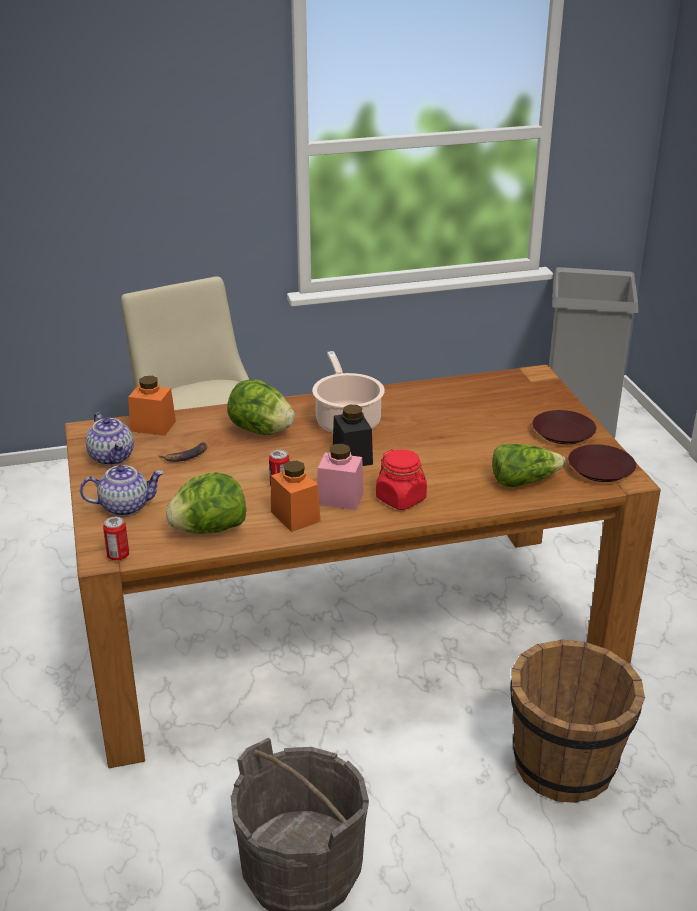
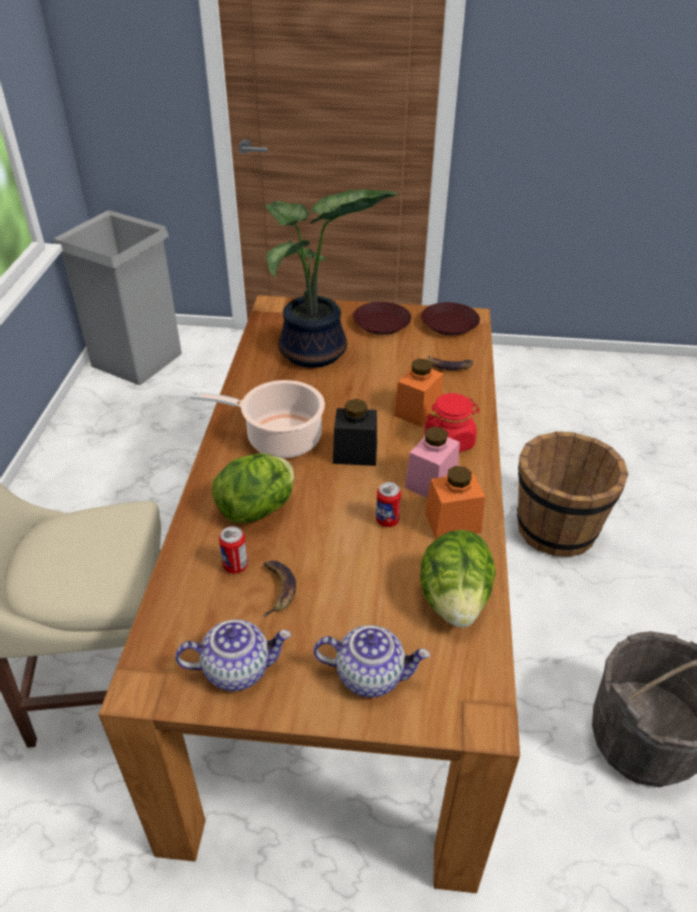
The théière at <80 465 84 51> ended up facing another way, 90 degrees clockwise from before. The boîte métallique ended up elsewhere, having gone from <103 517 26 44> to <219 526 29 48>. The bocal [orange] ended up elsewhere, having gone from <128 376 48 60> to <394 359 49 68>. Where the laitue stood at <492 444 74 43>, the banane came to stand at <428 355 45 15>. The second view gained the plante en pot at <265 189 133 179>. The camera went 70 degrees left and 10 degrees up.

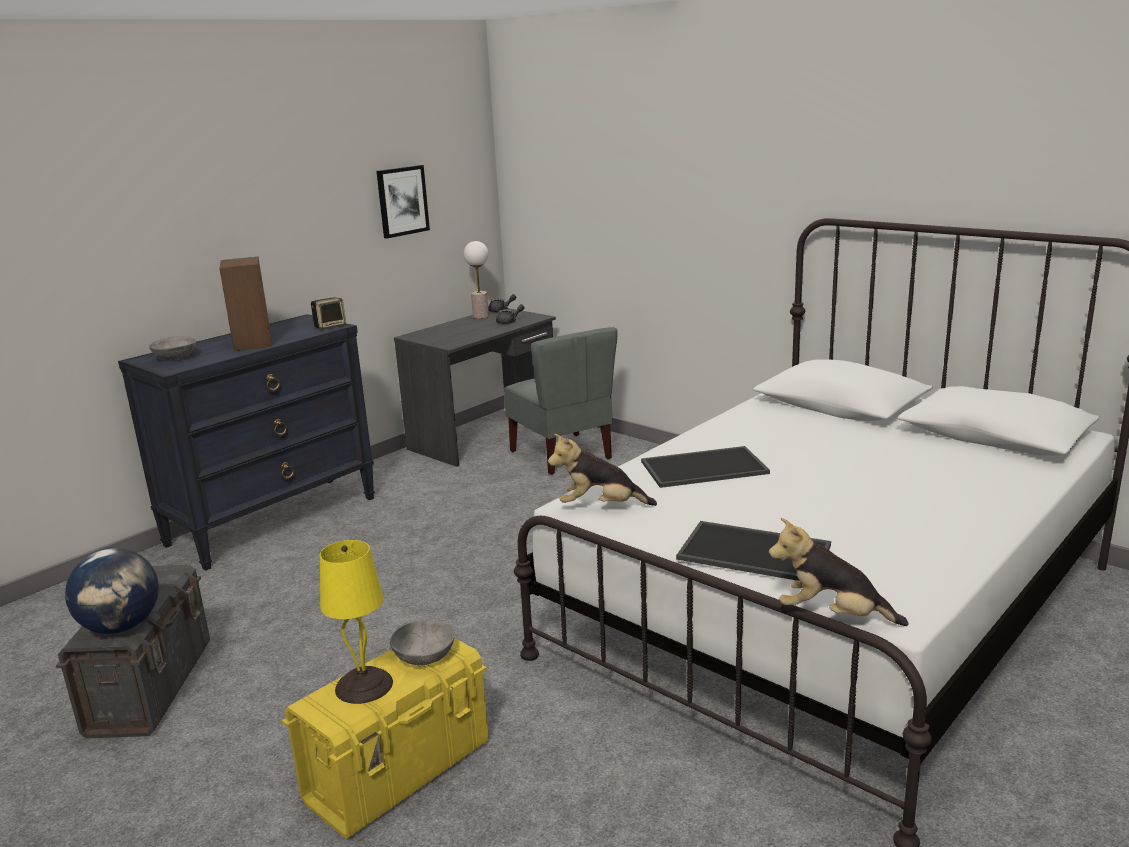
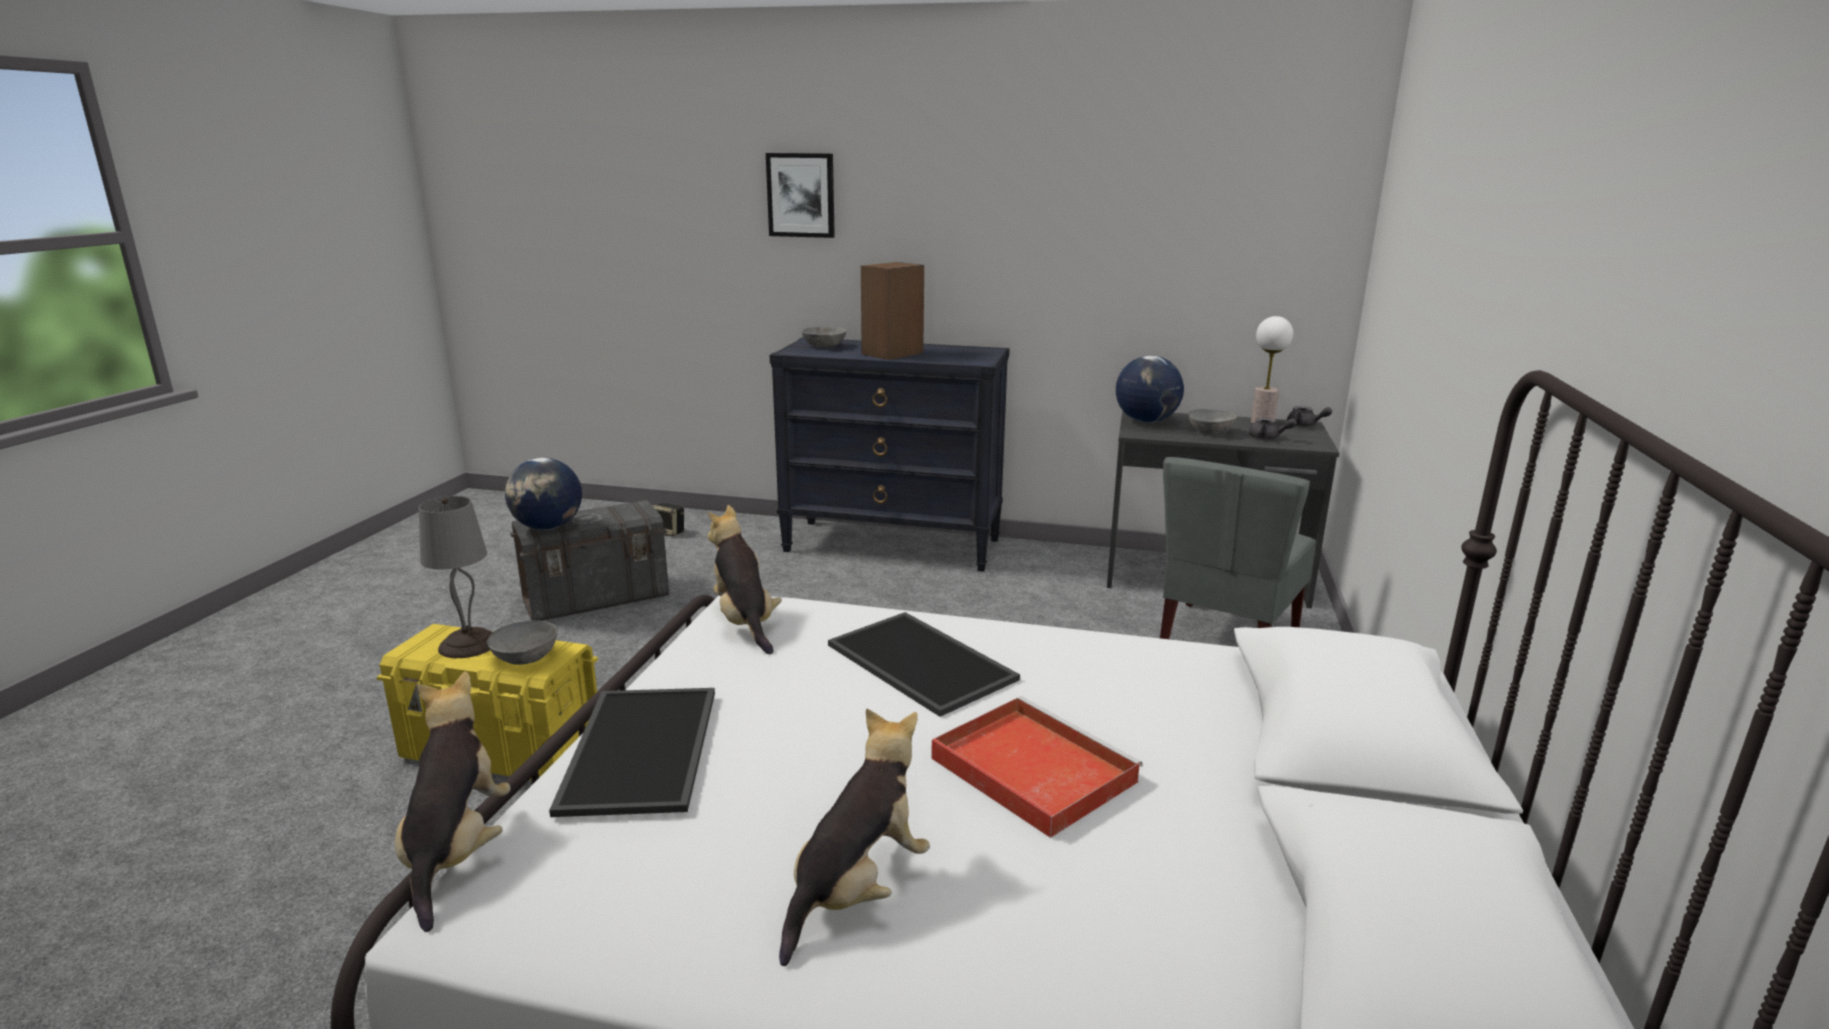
The enceinte ended up elsewhere, having gone from <311 297 35 32> to <653 503 31 33>. What was the lampe de table [jaune] at <320 540 73 164> turned into the lampe de table [gris] at <419 496 74 162>. The tableau ended up elsewhere, having gone from <376 165 54 74> to <766 153 69 85>. The second view gained the peluche at <779 708 151 258>. The second view gained the plateau [rouge] at <931 696 212 142>. The second view gained the globe at <1116 355 68 68>. The second view gained the bol [gris] at <1188 409 49 25>. The camera went 60 degrees right and 0 degrees up.

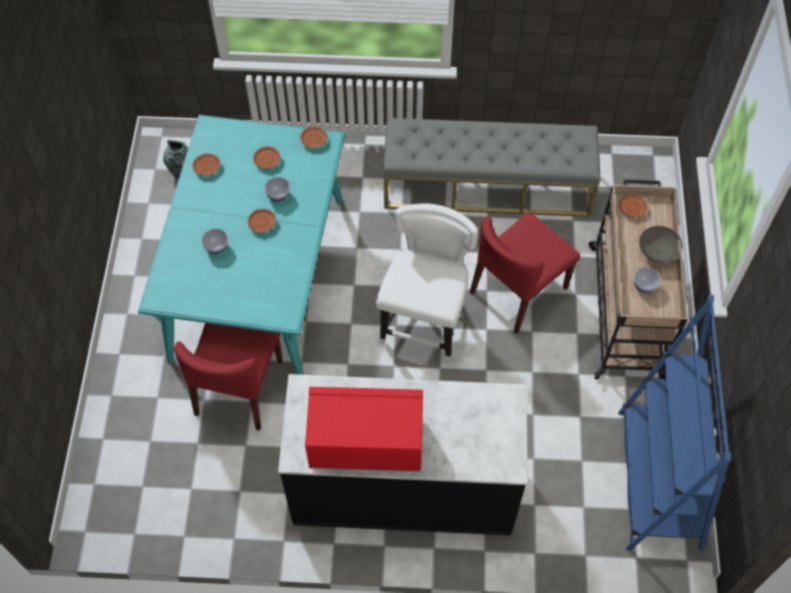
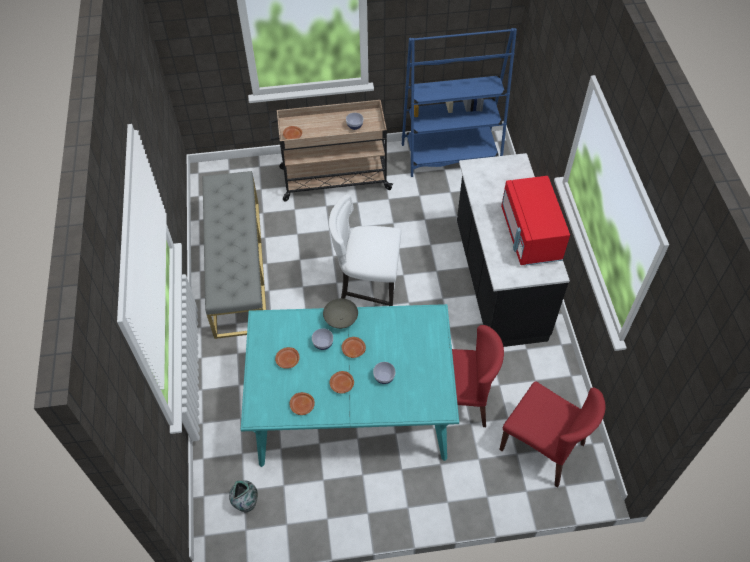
The assiette [marron] ended up elsewhere, having gone from <300 126 28 22> to <330 371 24 23>. The chaise [rouge] ended up elsewhere, having gone from <470 212 110 122> to <499 381 107 107>. The bol [gris] ended up elsewhere, having gone from <639 226 43 37> to <323 298 35 31>. The camera went 100 degrees left and 5 degrees down.

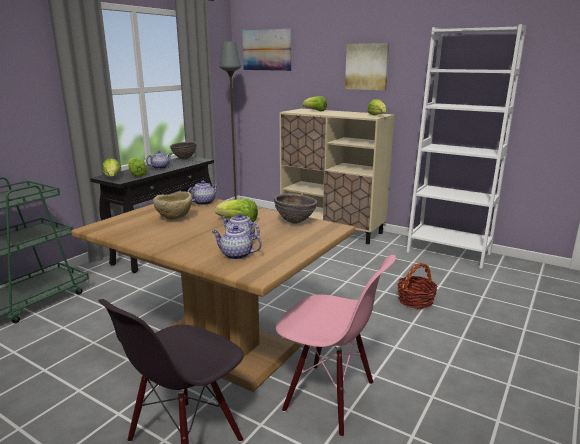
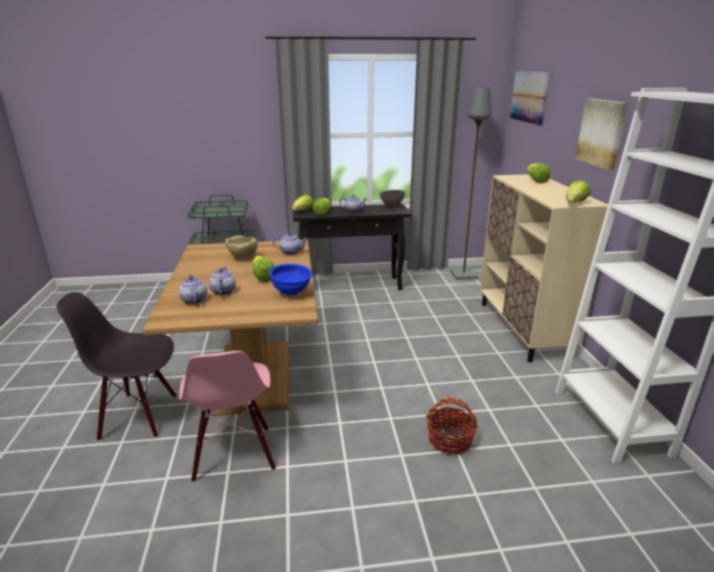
What was the bol [marron] at <274 193 43 31> turned into the bol [bleu] at <269 264 43 32>. The camera went 50 degrees right and 5 degrees up.

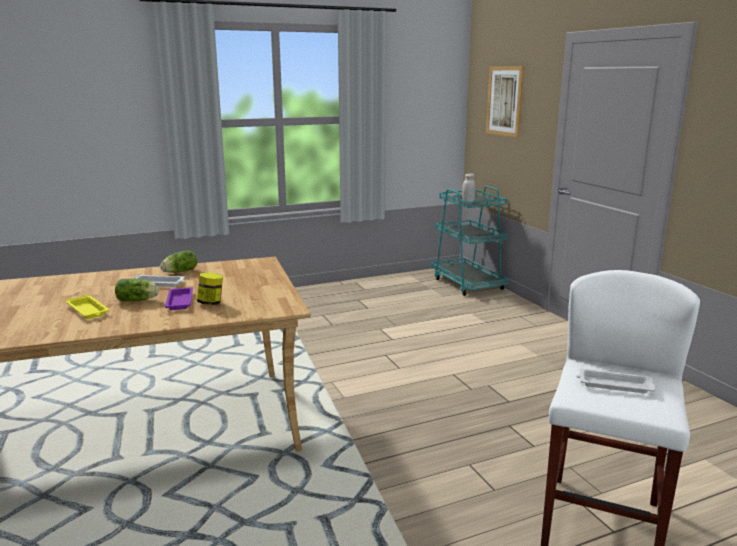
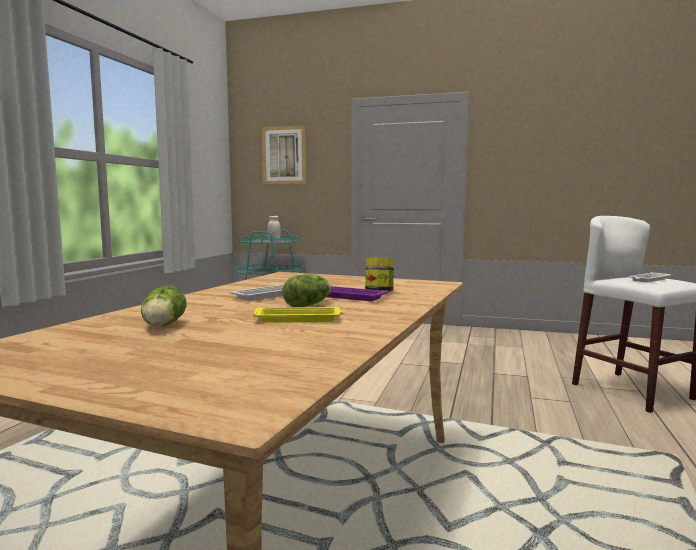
The laitue ended up elsewhere, having gone from <160 250 37 23> to <141 285 45 42>. The camera went 50 degrees left and 10 degrees down.

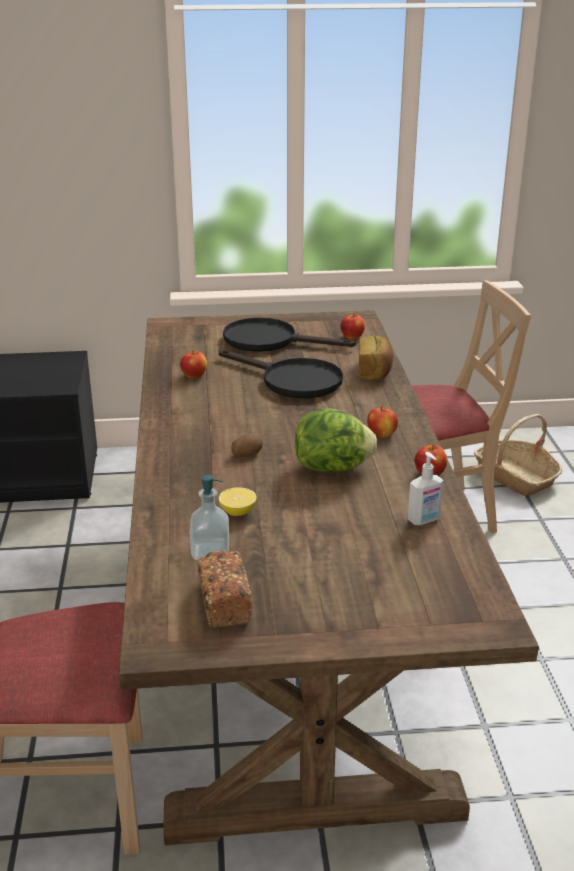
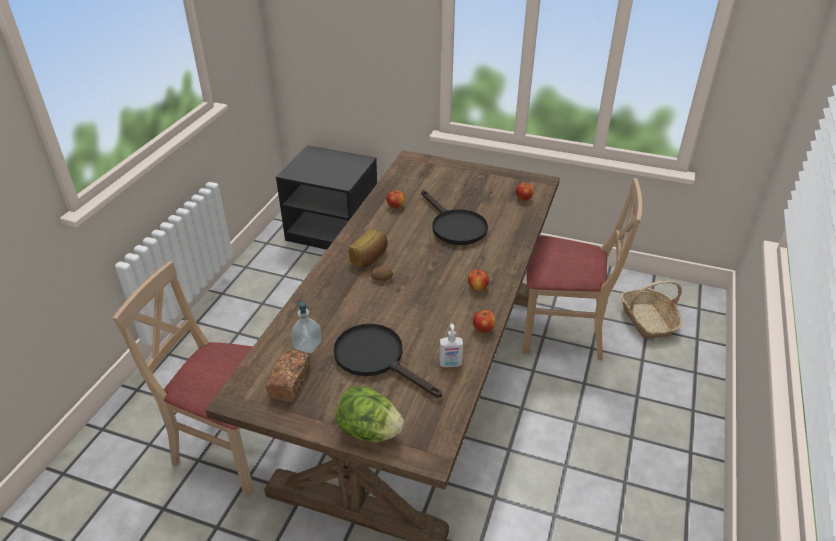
The second view lost the citron at <219 487 38 29>. The poêle [noir] ended up elsewhere, having gone from <223 318 133 34> to <334 324 108 74>. The laitue ended up elsewhere, having gone from <295 408 82 64> to <336 387 68 56>. The pain ended up elsewhere, having gone from <359 336 34 44> to <349 230 39 37>. The camera went 25 degrees right and 10 degrees up.

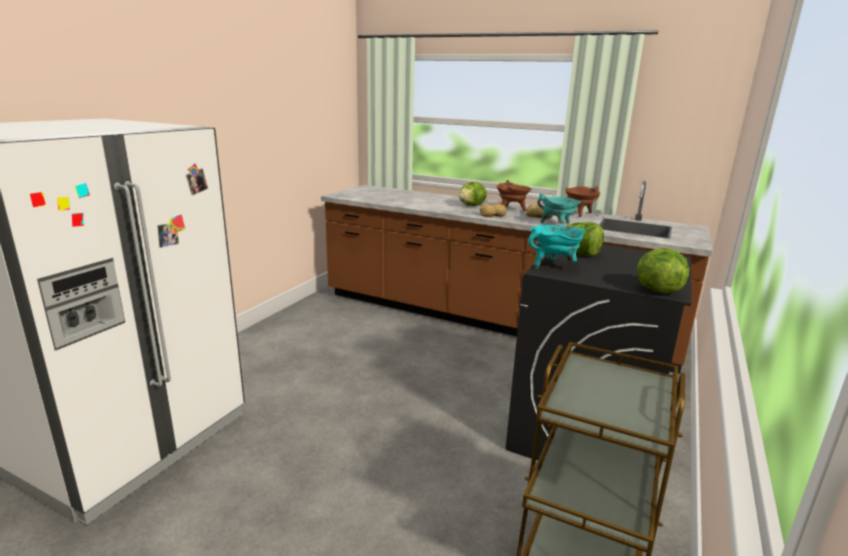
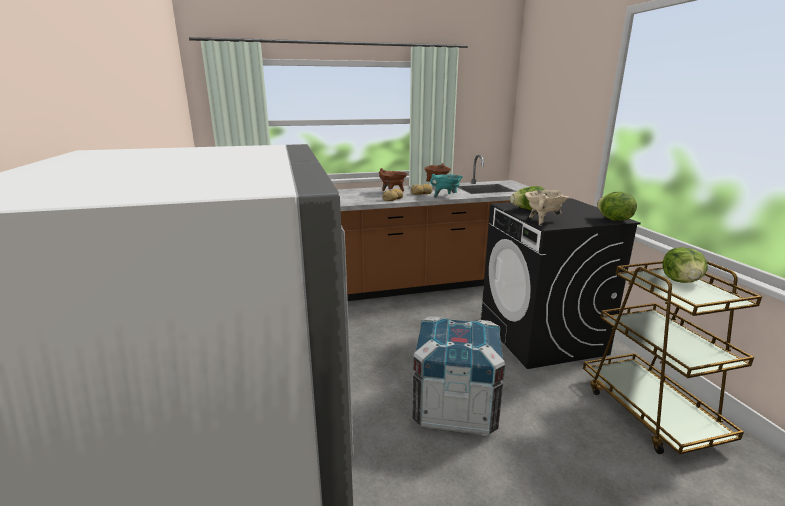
The laitue ended up elsewhere, having gone from <458 182 29 24> to <662 247 45 36>. What was the marmite [turquoise] at <528 225 57 44> turned into the marmite [beige] at <525 190 44 36>. The second view gained the caisse at <412 316 93 120>. The camera went 40 degrees left and 0 degrees up.

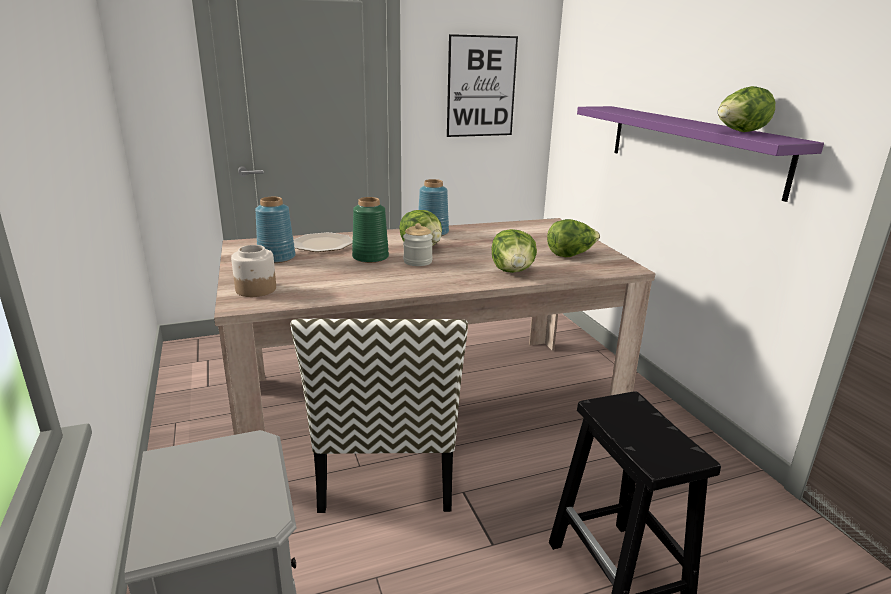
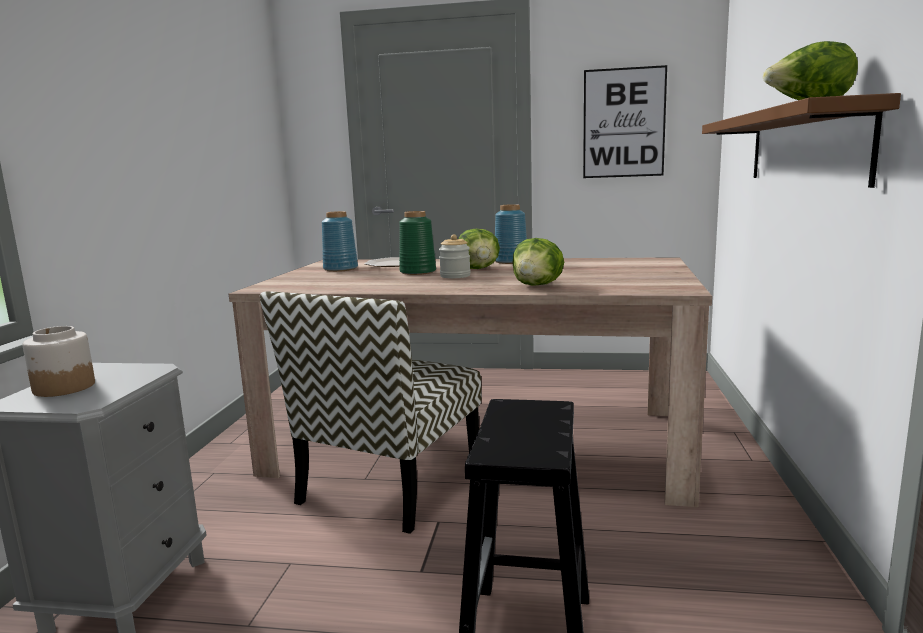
The bocal ended up elsewhere, having gone from <231 245 45 52> to <22 326 73 71>. The second view lost the laitue at <547 219 53 38>. What was the étagère [violet] at <577 106 247 96> turned into the étagère [marron] at <702 93 199 95>. The camera went 30 degrees right and 10 degrees down.

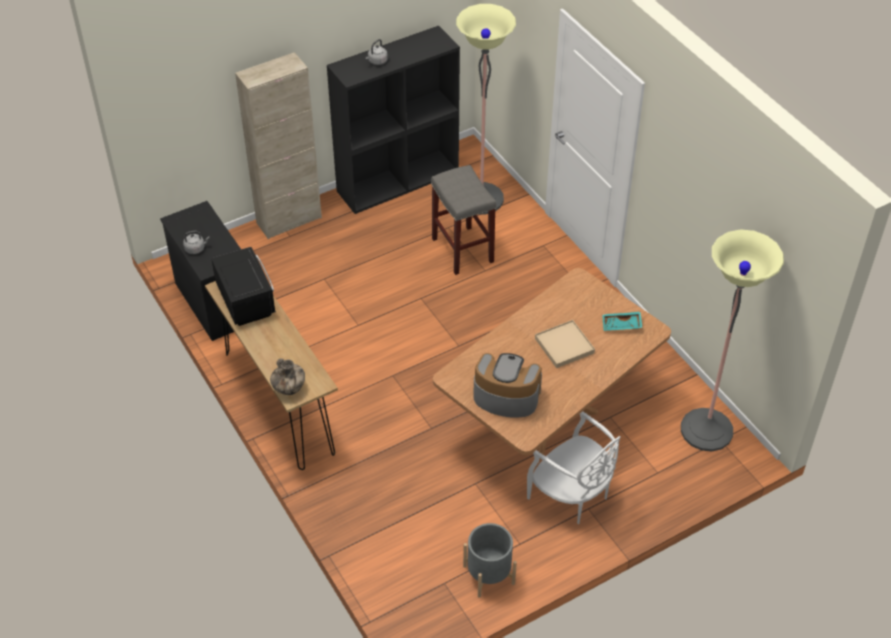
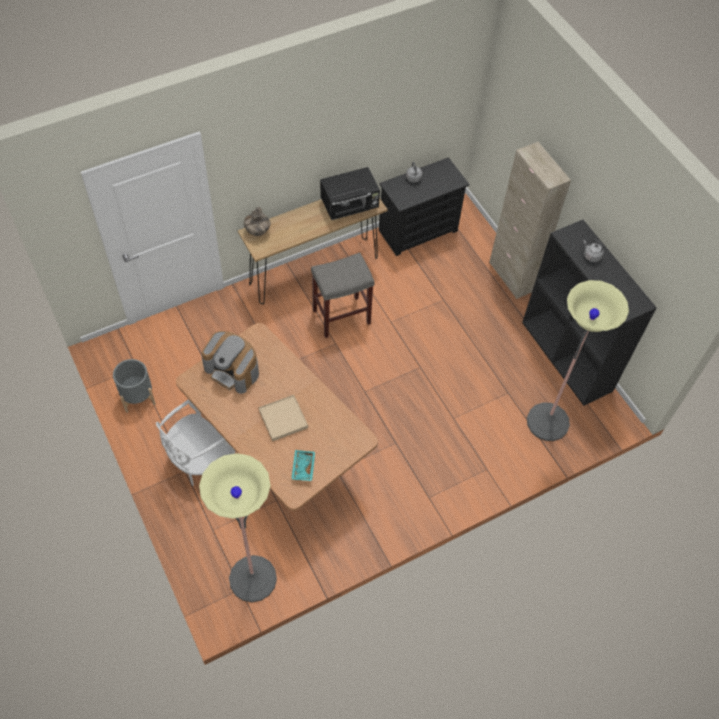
The tabouret [gris] ended up elsewhere, having gone from <431 165 66 110> to <311 252 64 86>. The machine à café at <473 353 69 65> ended up facing another way, 105 degrees clockwise from before. The camera went 90 degrees right and 10 degrees up.

